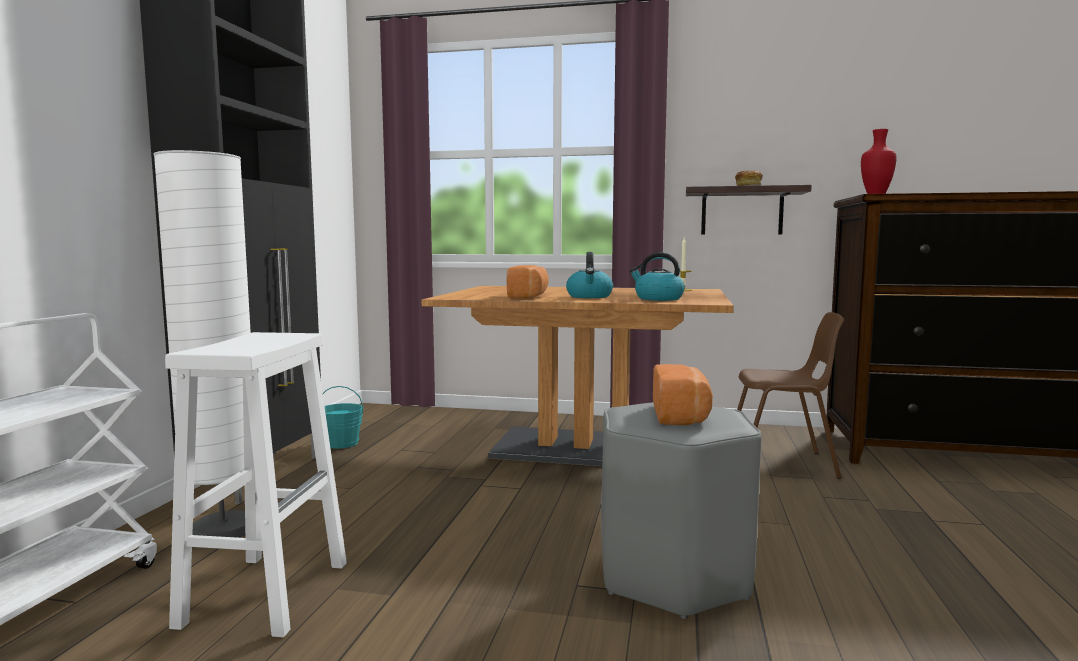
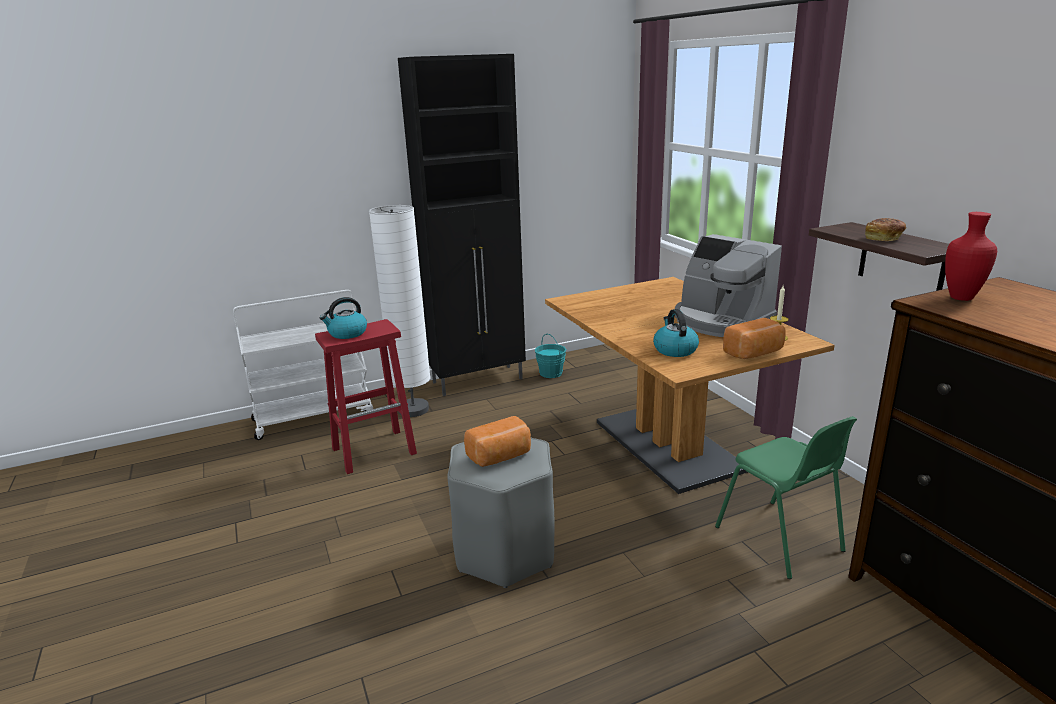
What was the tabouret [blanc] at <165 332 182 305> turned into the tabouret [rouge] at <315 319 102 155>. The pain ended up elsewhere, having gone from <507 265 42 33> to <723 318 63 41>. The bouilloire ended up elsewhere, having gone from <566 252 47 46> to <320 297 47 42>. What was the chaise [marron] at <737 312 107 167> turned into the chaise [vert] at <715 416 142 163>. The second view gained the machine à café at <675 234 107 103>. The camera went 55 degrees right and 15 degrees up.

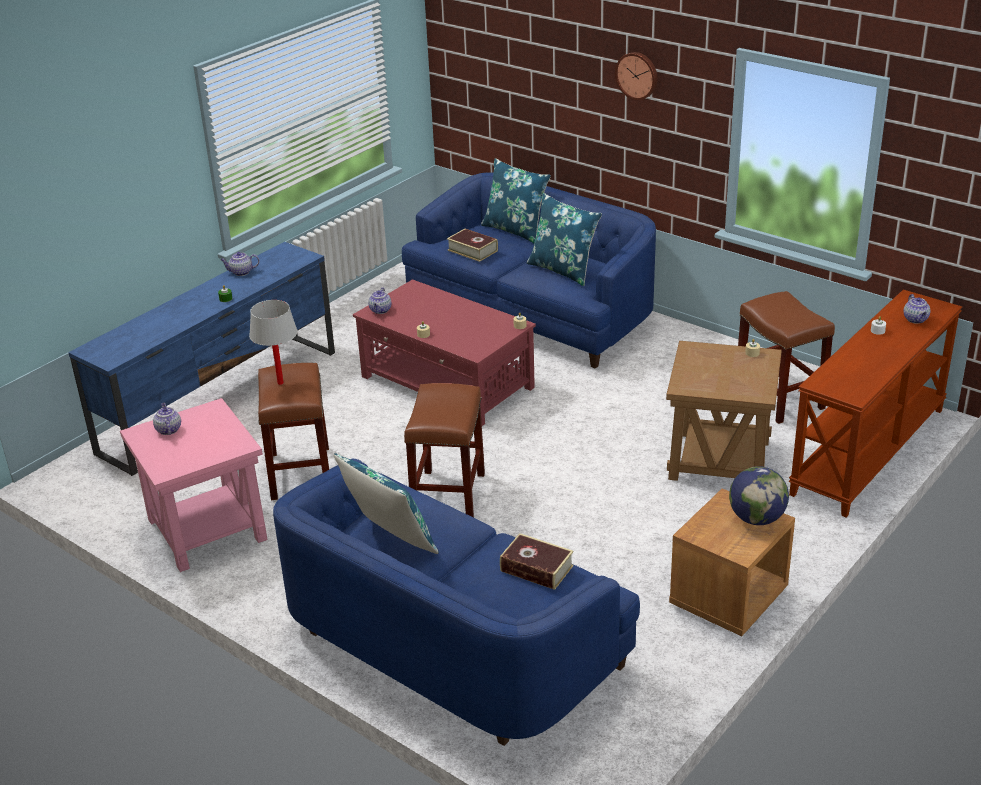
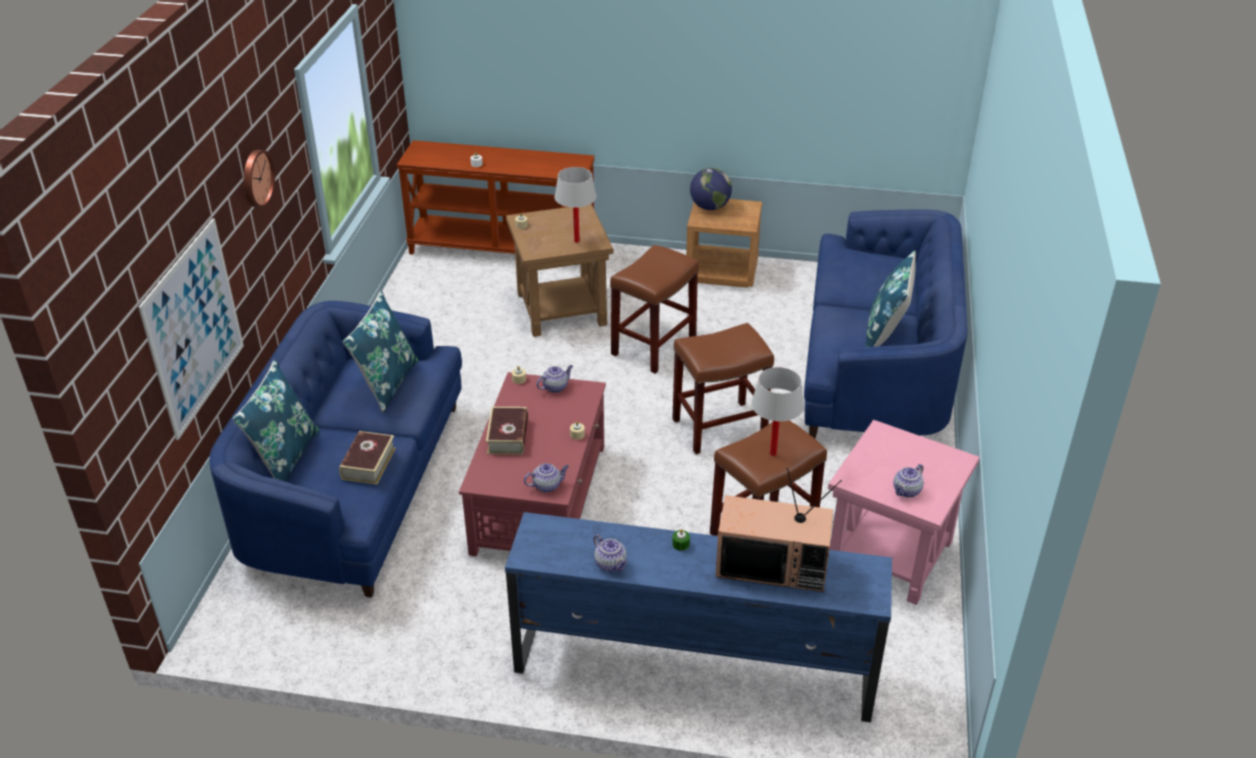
The livre ended up elsewhere, having gone from <500 533 74 57> to <486 407 42 47>. The tabouret [marron] ended up elsewhere, having gone from <738 291 97 133> to <610 245 89 129>. The théière ended up elsewhere, having gone from <904 294 26 30> to <536 365 37 28>. The second view gained the tableau at <138 218 106 222>. The second view gained the lampe de table [blanc] at <555 167 42 76>. The second view gained the téléviseur at <716 468 126 124>. The camera went 120 degrees left and 5 degrees up.

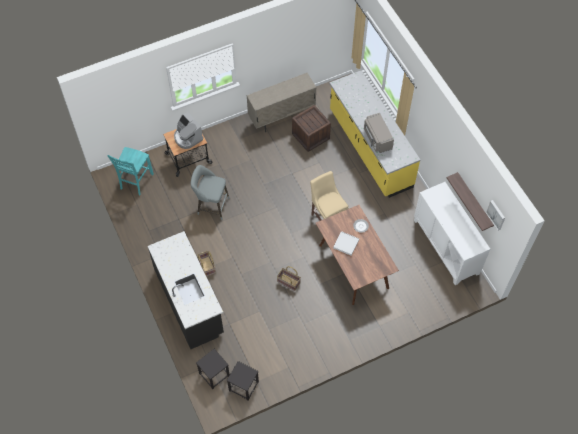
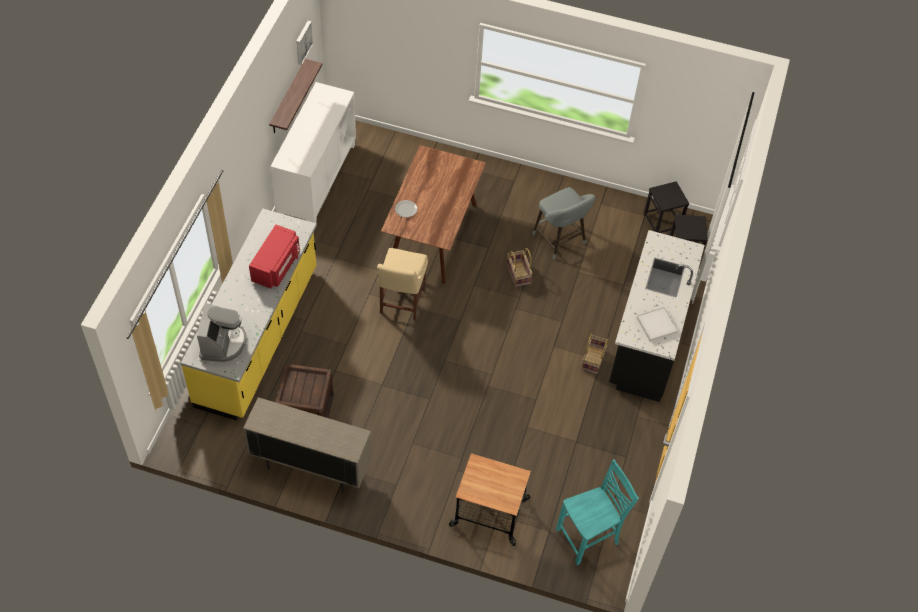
The machine à café ended up elsewhere, having gone from <174 112 29 37> to <197 304 49 58>. The tabouret [gris] ended up elsewhere, having gone from <191 165 39 55> to <532 187 64 72>. The plateau [blanc] ended up elsewhere, having gone from <333 231 26 25> to <637 307 41 35>. What was the micro-ondes [gris] at <364 113 30 40> turned into the micro-ondes [rouge] at <249 224 51 65>. The camera went 140 degrees left and 5 degrees down.

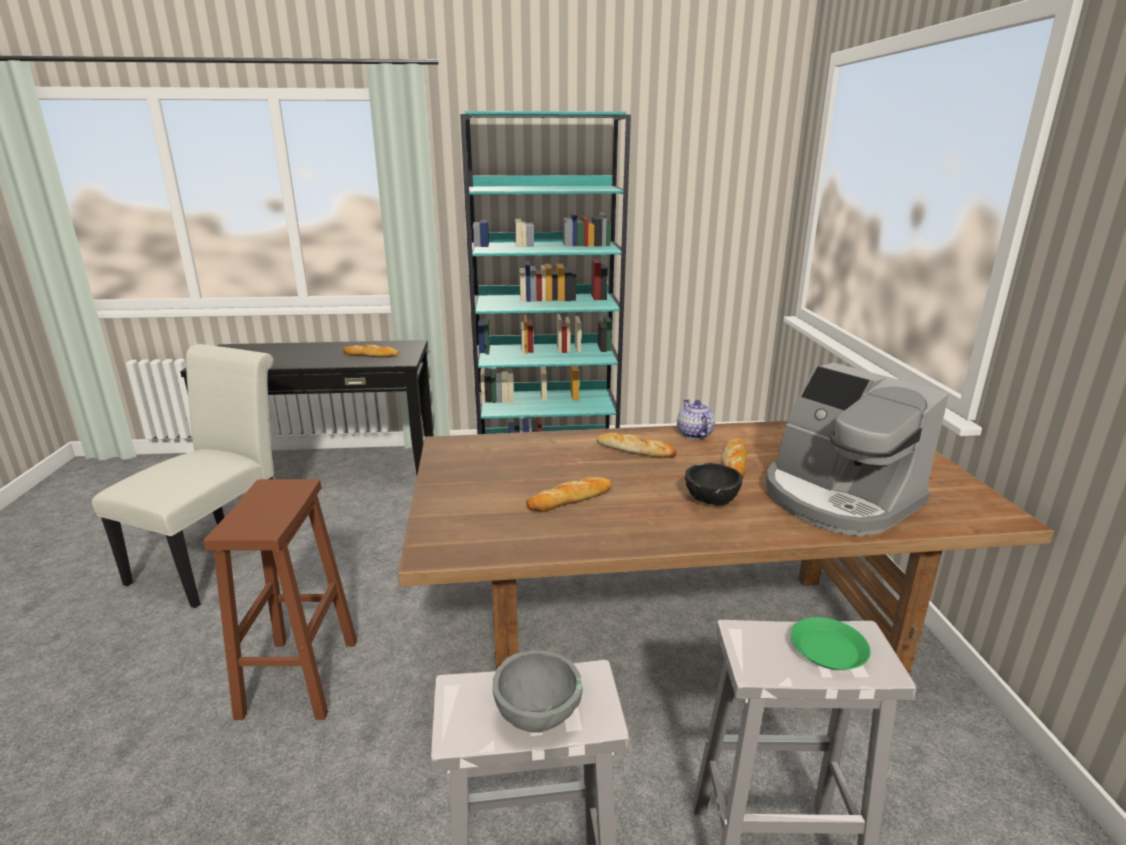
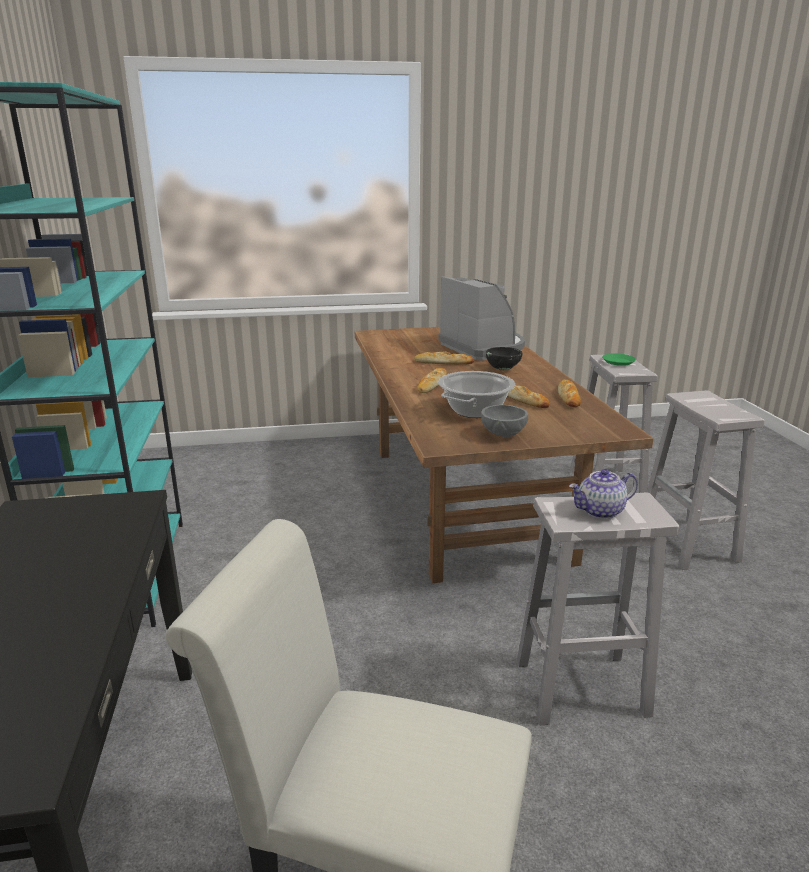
What was the tabouret [marron] at <204 479 153 241> turned into the tabouret [blanc] at <517 493 163 232>. The pain ended up elsewhere, having gone from <343 345 56 12> to <558 379 23 28>. The bol [gris] ended up elsewhere, having gone from <493 650 90 83> to <481 405 47 32>. The théière ended up elsewhere, having gone from <677 399 38 40> to <569 469 69 50>. The machine à café at <766 363 183 173> ended up facing another way, 75 degrees counterclockwise from before. The second view gained the marmite at <438 371 77 47>. The camera went 95 degrees left and 0 degrees up.

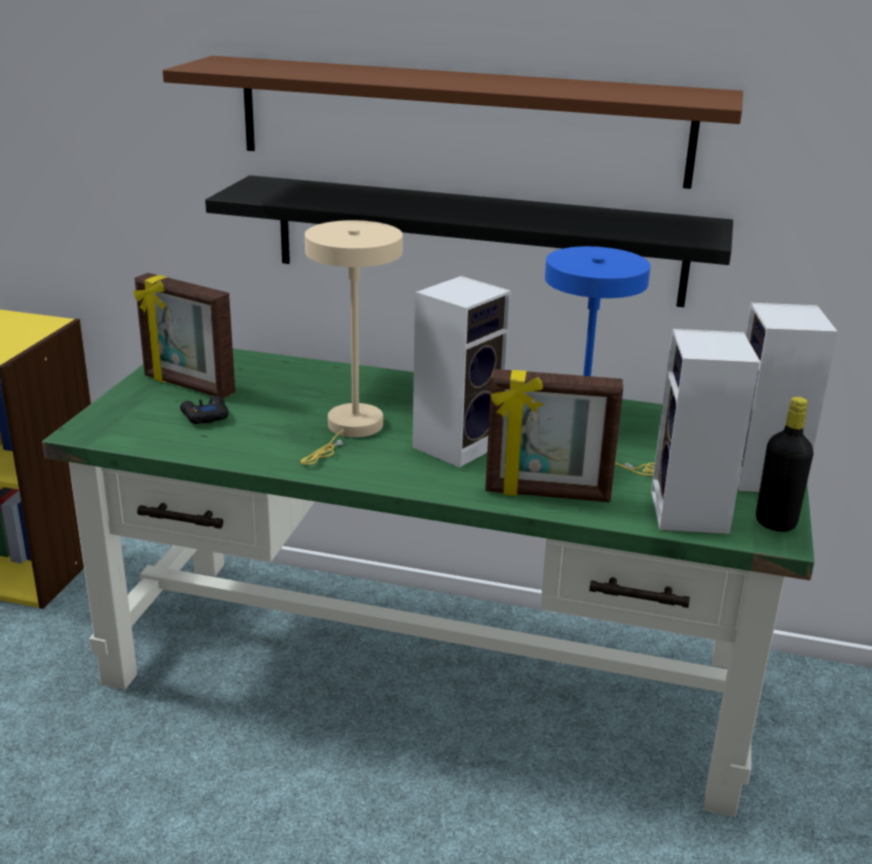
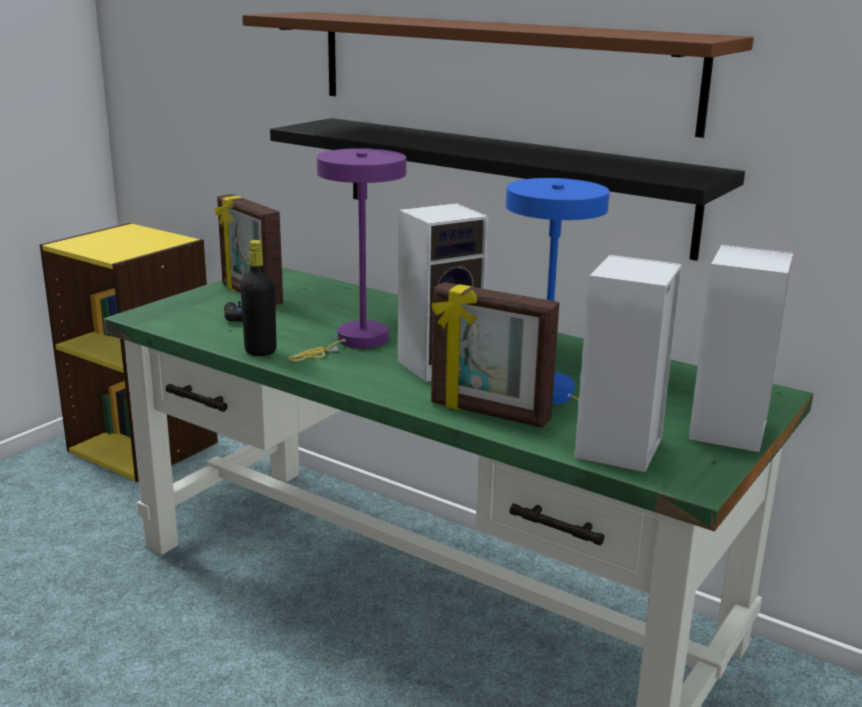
What was the lampe de table [beige] at <301 220 102 245> turned into the lampe de table [violet] at <288 148 119 213>. The bouteille [noir] ended up elsewhere, having gone from <756 397 58 135> to <240 240 37 116>. The camera went 20 degrees right and 5 degrees down.

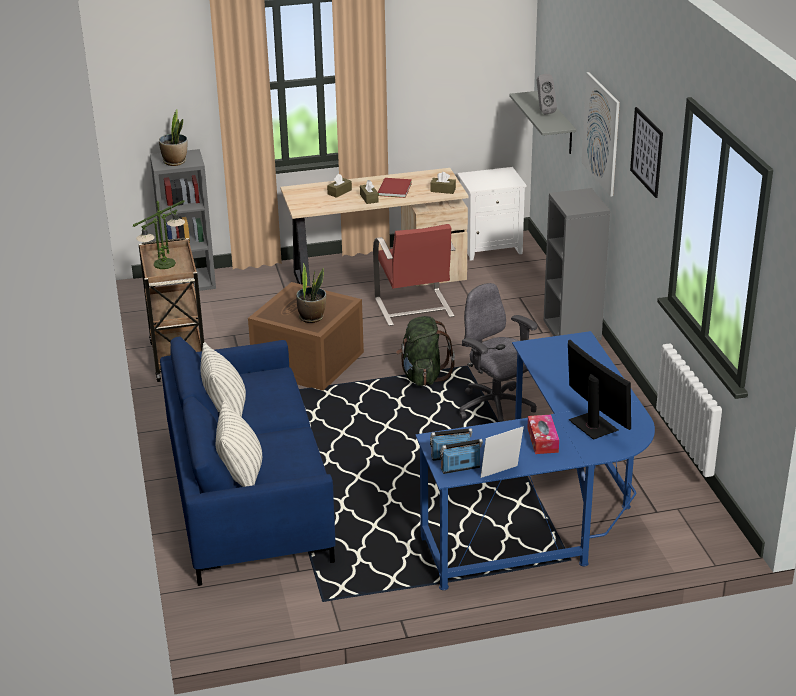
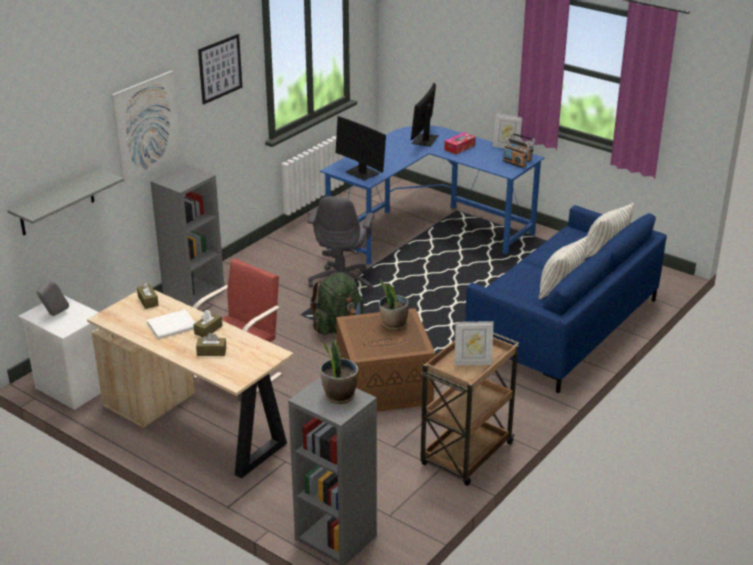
Where the lampe de table stood at <133 200 52 69>, the cadre photo came to stand at <455 321 39 44>. What was the livre [rouge] at <378 178 34 20> turned into the livre [blanc] at <147 309 48 30>. The enceinte [gris] ended up elsewhere, having gone from <537 74 20 40> to <37 279 32 37>. The second view gained the écran d'ordinateur at <336 116 50 65>. The camera went 130 degrees left and 0 degrees up.

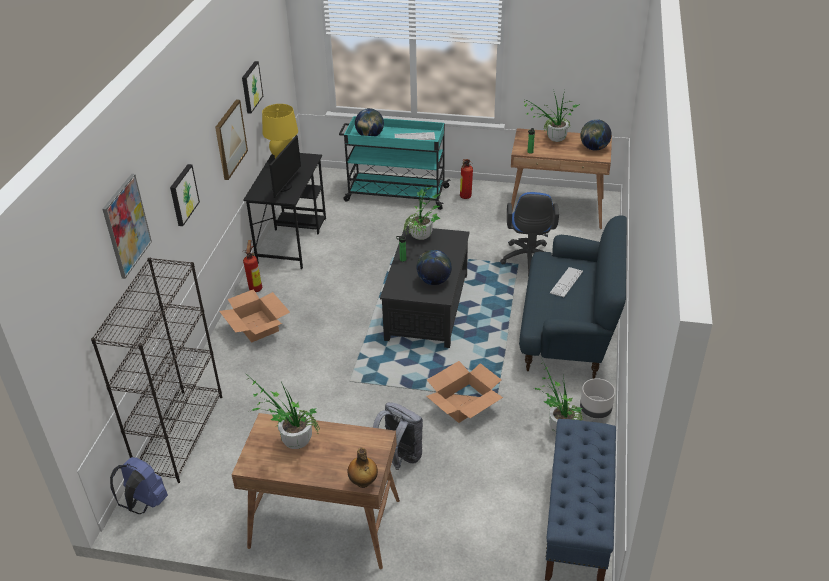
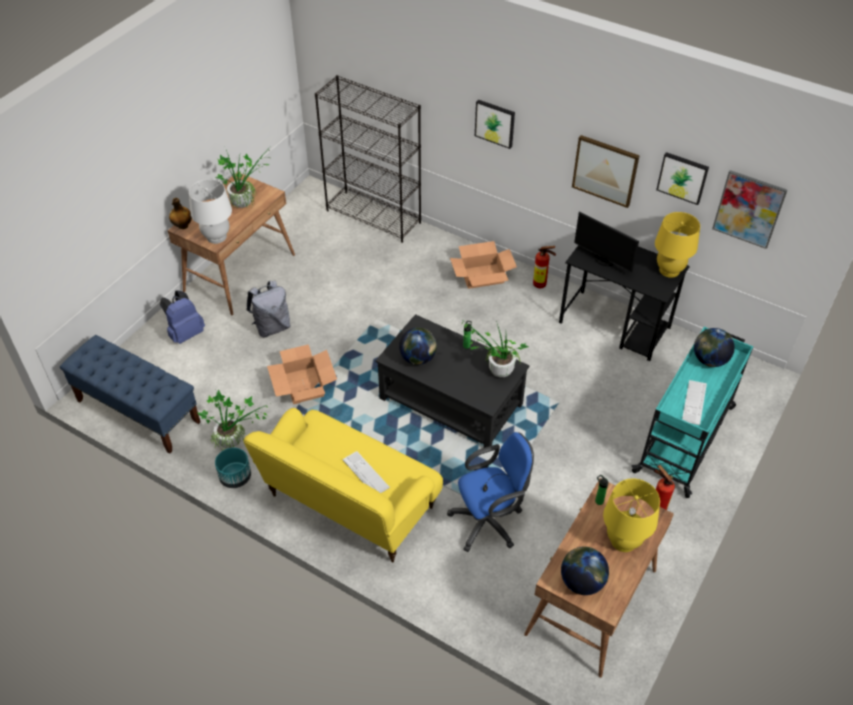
The tableau ended up elsewhere, having gone from <103 174 49 105> to <712 170 75 79>. The sac à dos [bleu] ended up elsewhere, having gone from <110 457 58 57> to <160 290 45 54>. The chaise de bureau [bleu] at <500 192 59 84> ended up facing another way, 135 degrees clockwise from before. What was the canapé [bleu] at <519 216 108 163> turned into the canapé [jaune] at <243 408 200 155>. Where the plante en pot stood at <523 89 57 53>, the lampe de table [jaune] came to stand at <603 478 57 74>. What was the cache-pot [gris] at <580 378 35 40> turned into the cache-pot [turquoise] at <215 448 36 40>. The second view gained the lampe de table [blanc] at <189 179 43 65>. The camera went 110 degrees right and 10 degrees up.

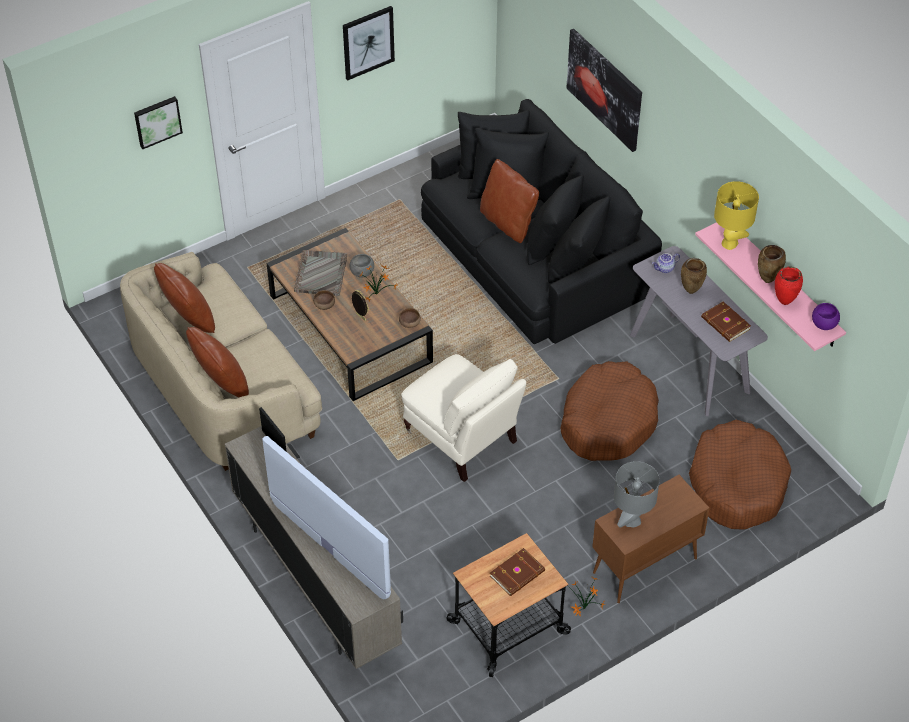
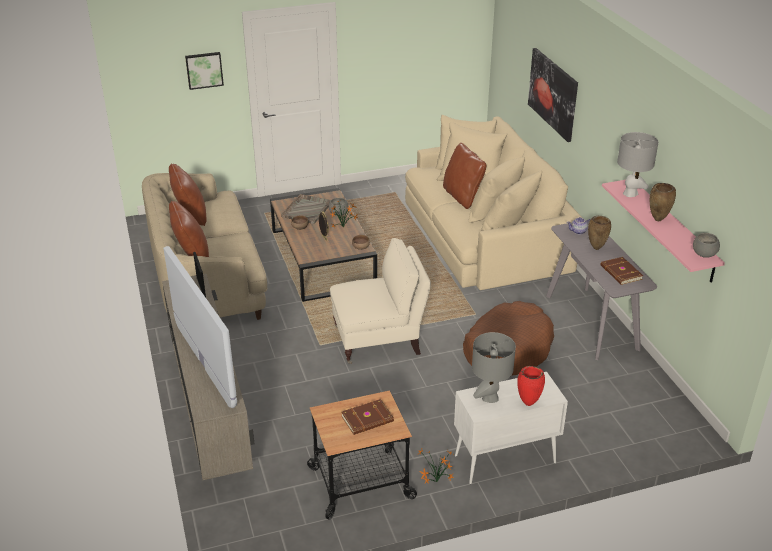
The second view lost the tableau at <343 6 52 74>. The fauteuil [beige] at <401 354 125 128> ended up facing another way, 75 degrees counterclockwise from before. What was the canapé [noir] at <421 99 241 245> turned into the canapé [beige] at <405 115 177 175>. What was the meuble de rangement [marron] at <592 475 118 128> turned into the meuble de rangement [blanc] at <454 372 114 112>. The second view lost the panier pour chien [marron] at <689 420 102 110>. What was the lampe de table [jaune] at <714 181 45 69> turned into the lampe de table [gris] at <617 132 42 65>. The vase [rouge] ended up elsewhere, having gone from <775 266 28 39> to <517 366 28 40>. What was the bol [violet] at <812 303 28 27> turned into the bol [gris] at <693 233 27 25>. The camera went 15 degrees right and 15 degrees down.

